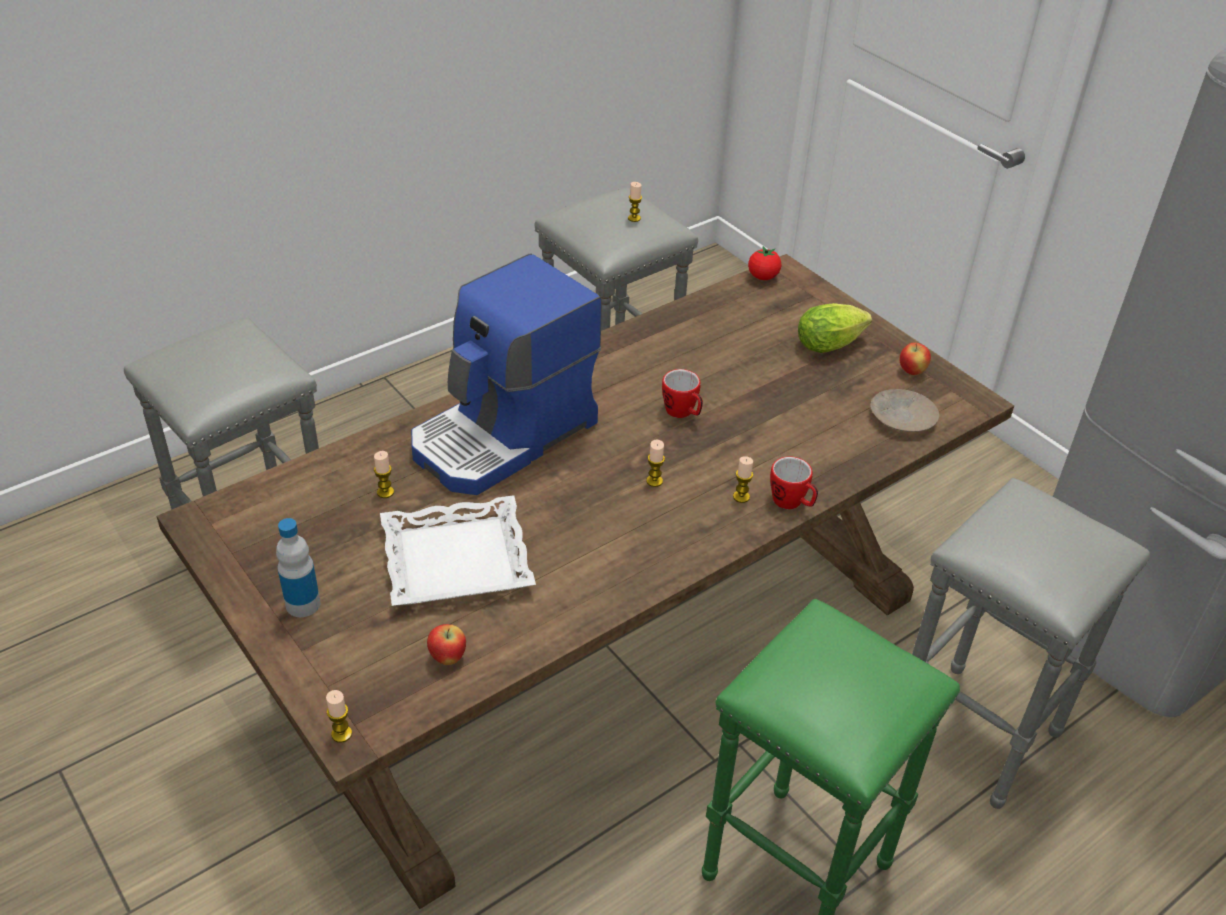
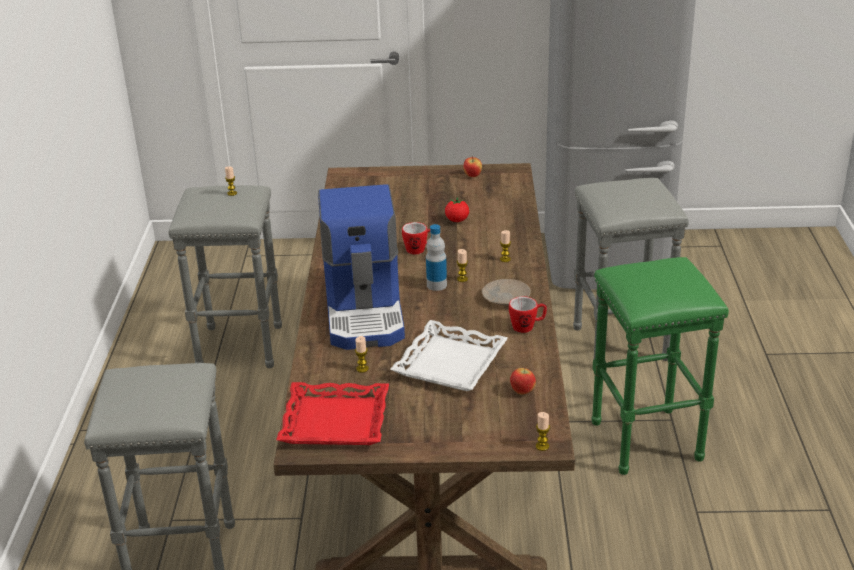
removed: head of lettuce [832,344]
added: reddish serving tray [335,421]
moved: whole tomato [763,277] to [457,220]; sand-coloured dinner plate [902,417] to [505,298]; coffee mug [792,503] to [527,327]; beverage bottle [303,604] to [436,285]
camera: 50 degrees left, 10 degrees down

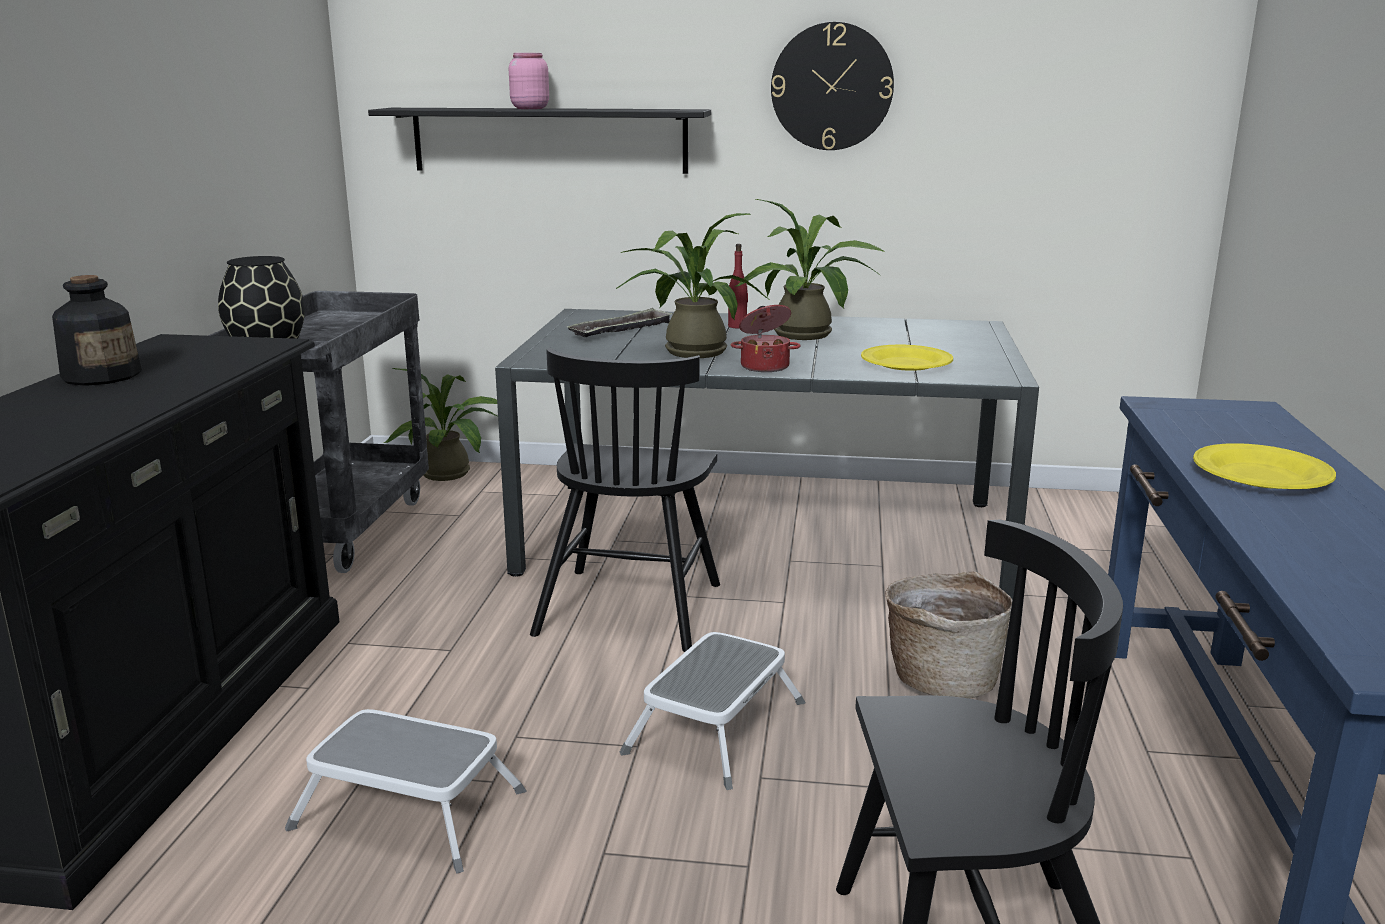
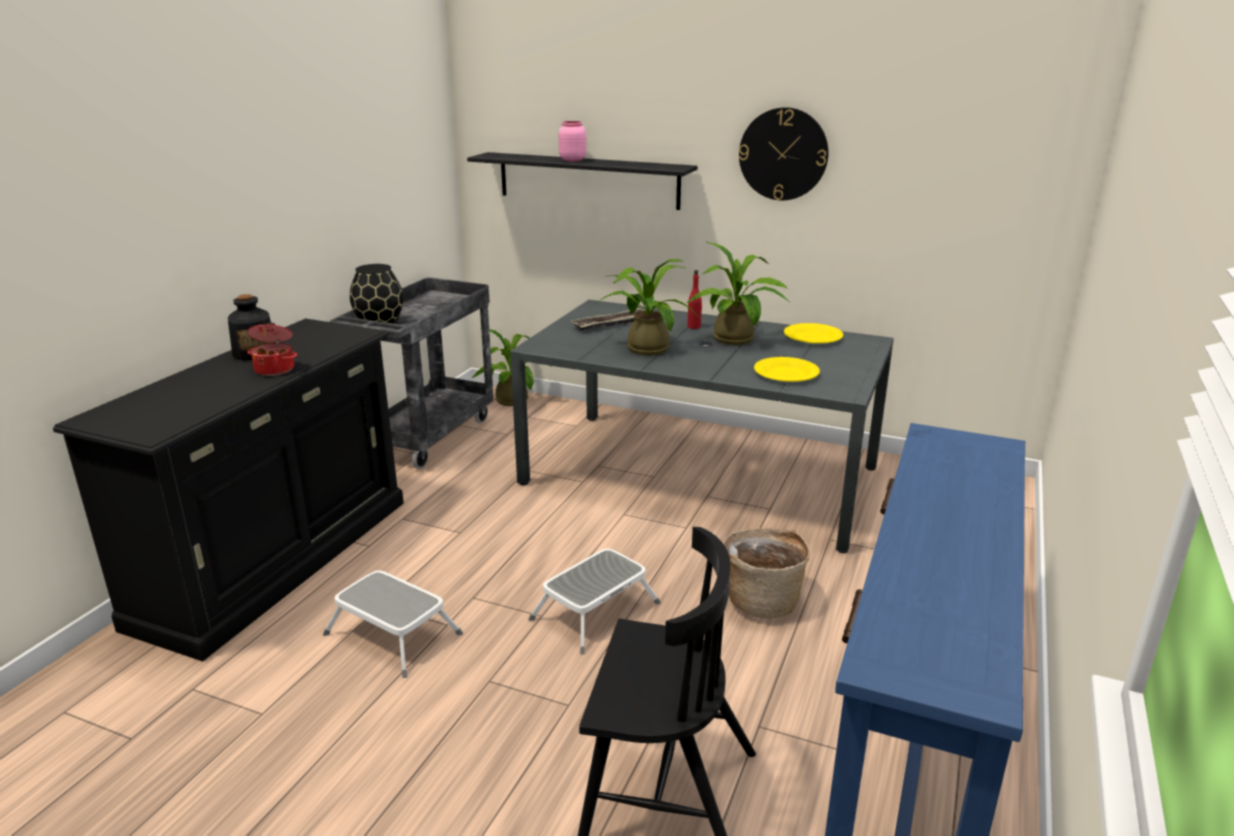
removed: black-coloured upright chair [631,603]
moved: stockpot [765,366] to [275,369]; yellow dinner plate [1262,475] to [813,337]
camera: 15 degrees right, 5 degrees up

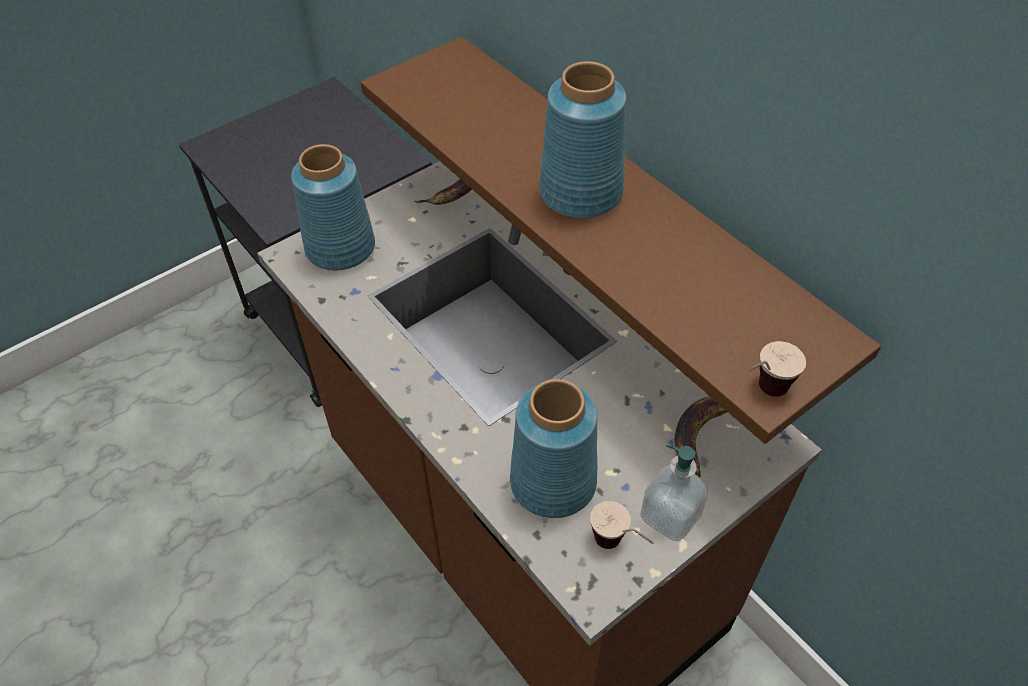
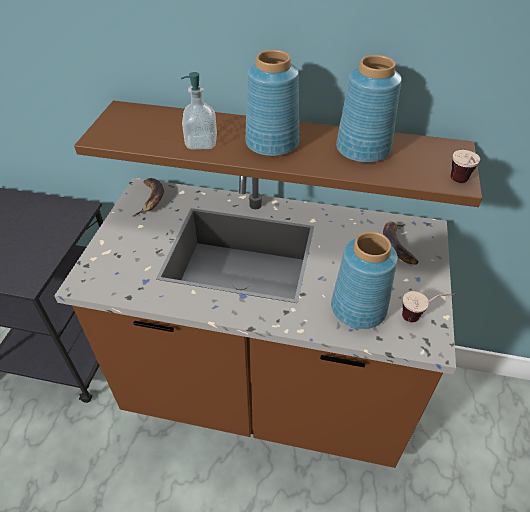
moved: blue vase [339,249] to [363,149]; liquid soap bottle [670,516] to [201,143]
camera: 40 degrees left, 5 degrees down

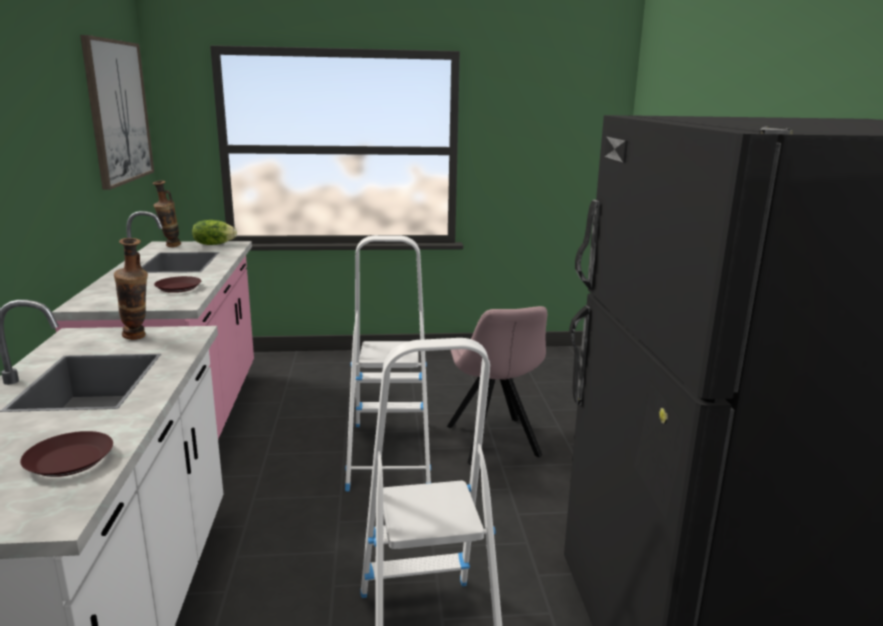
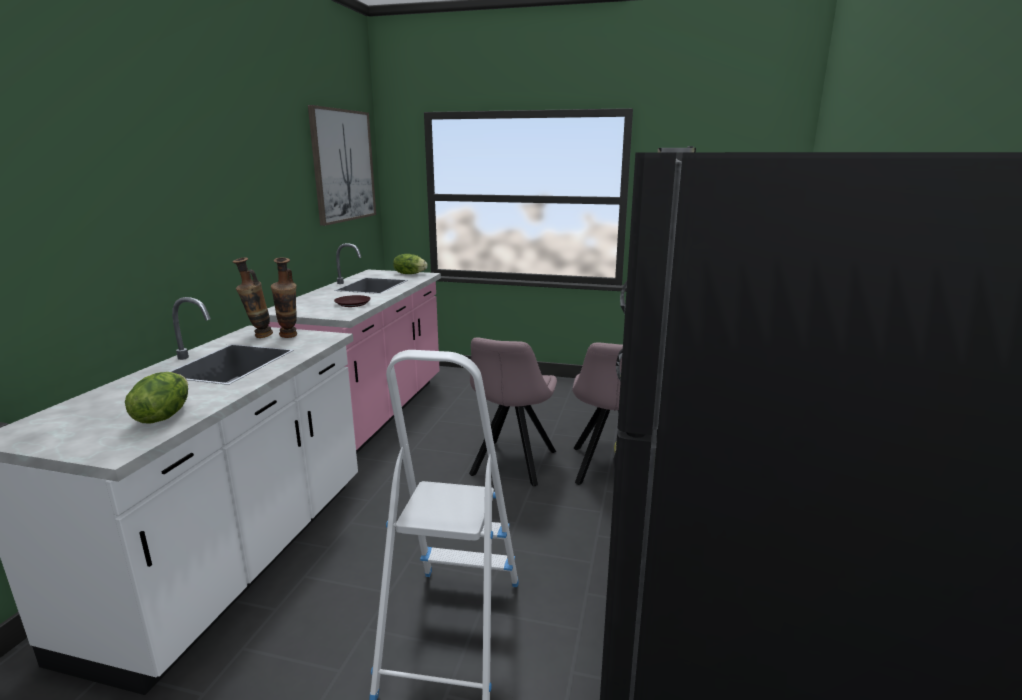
moved: vase [170,246] to [258,337]
replaced: white step ladder [390,453] to pinkish upright chair [512,463]; brownish dinner plate [68,461] to head of lettuce [163,416]
camera: 20 degrees right, 0 degrees up

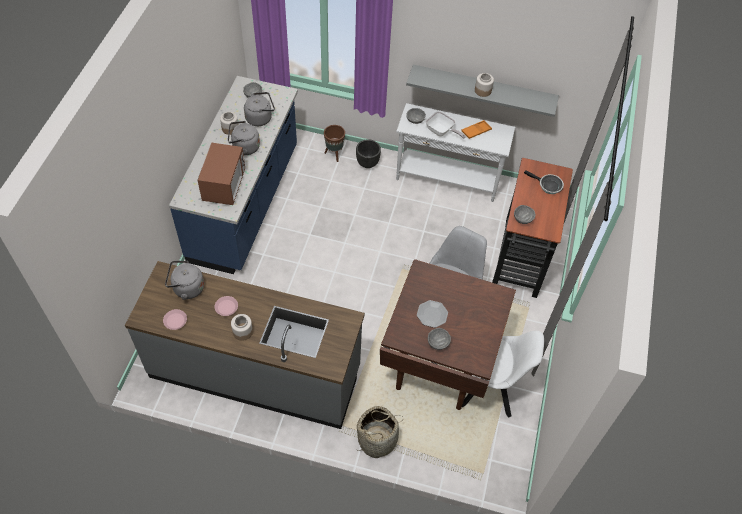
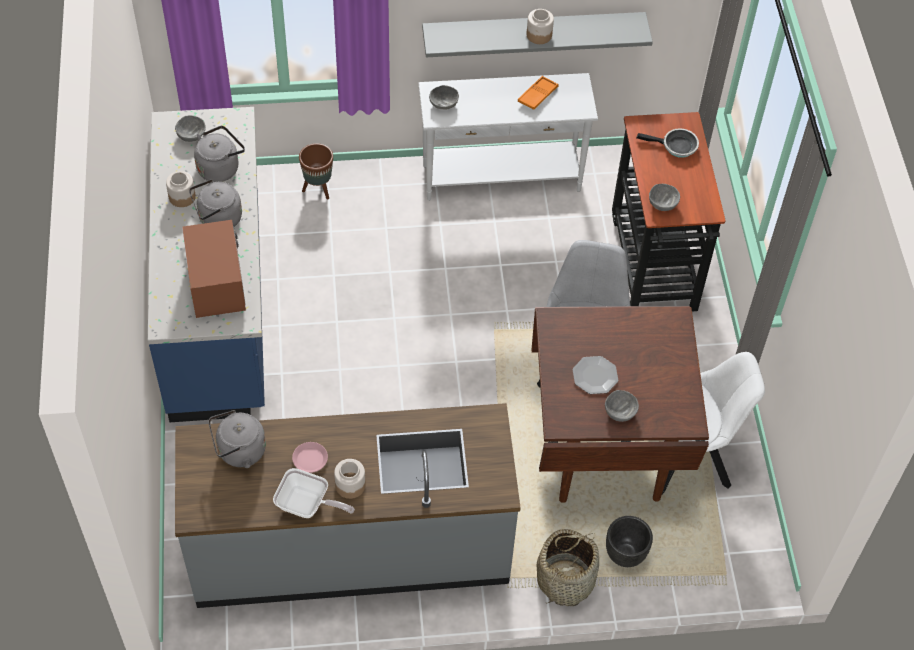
removed: pinkish dinner plate [175,320]
moved: frying pan [441,132] to [307,505]; black-coloured flower pot [367,163] to [625,554]
camera: 20 degrees left, 0 degrees up

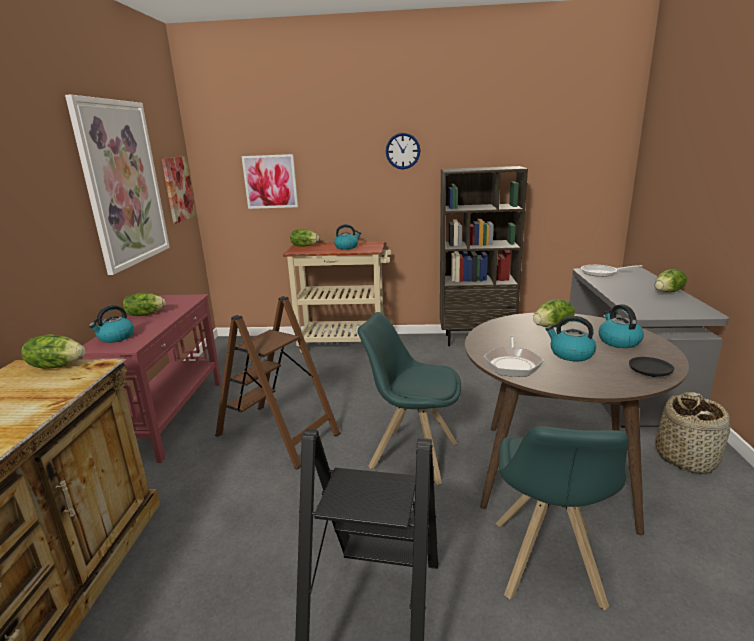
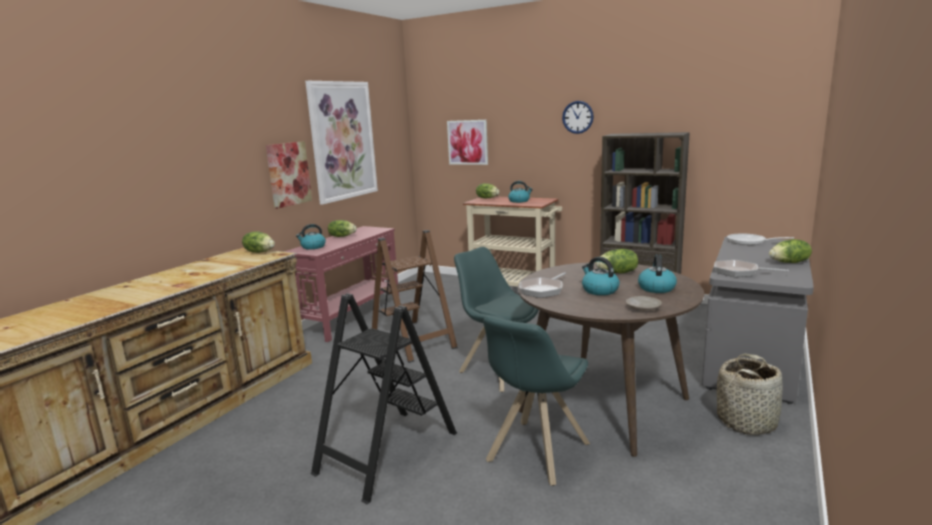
added: frying pan [739,272]
moved: wall art [178,189] to [288,174]
recoloured: black-coloured dinner plate [649,372] to sand-coloured dinner plate [643,308]
camera: 25 degrees right, 5 degrees down

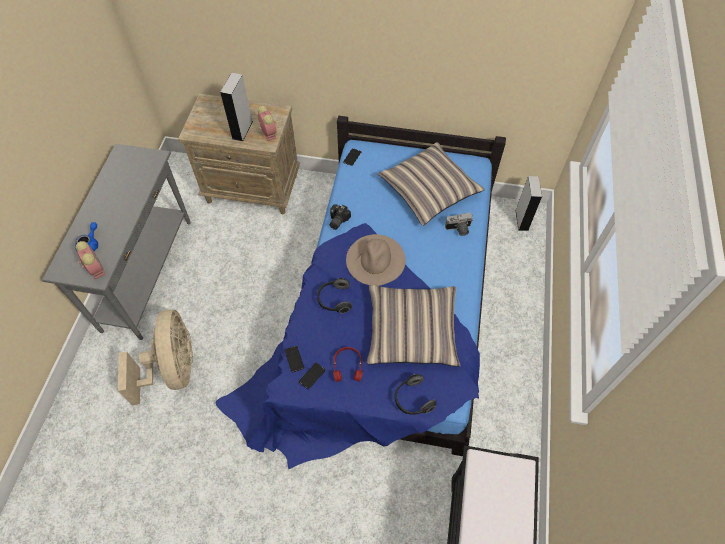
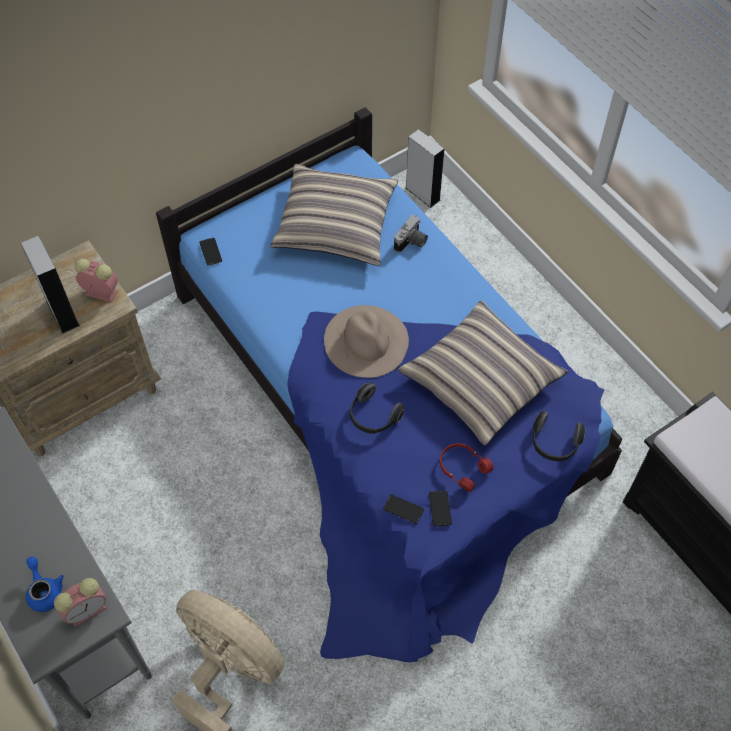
removed: still camera [337,220]
turned: table clock [95,268] = [88,609] 135 degrees clockwise
camera: 45 degrees left, 0 degrees up

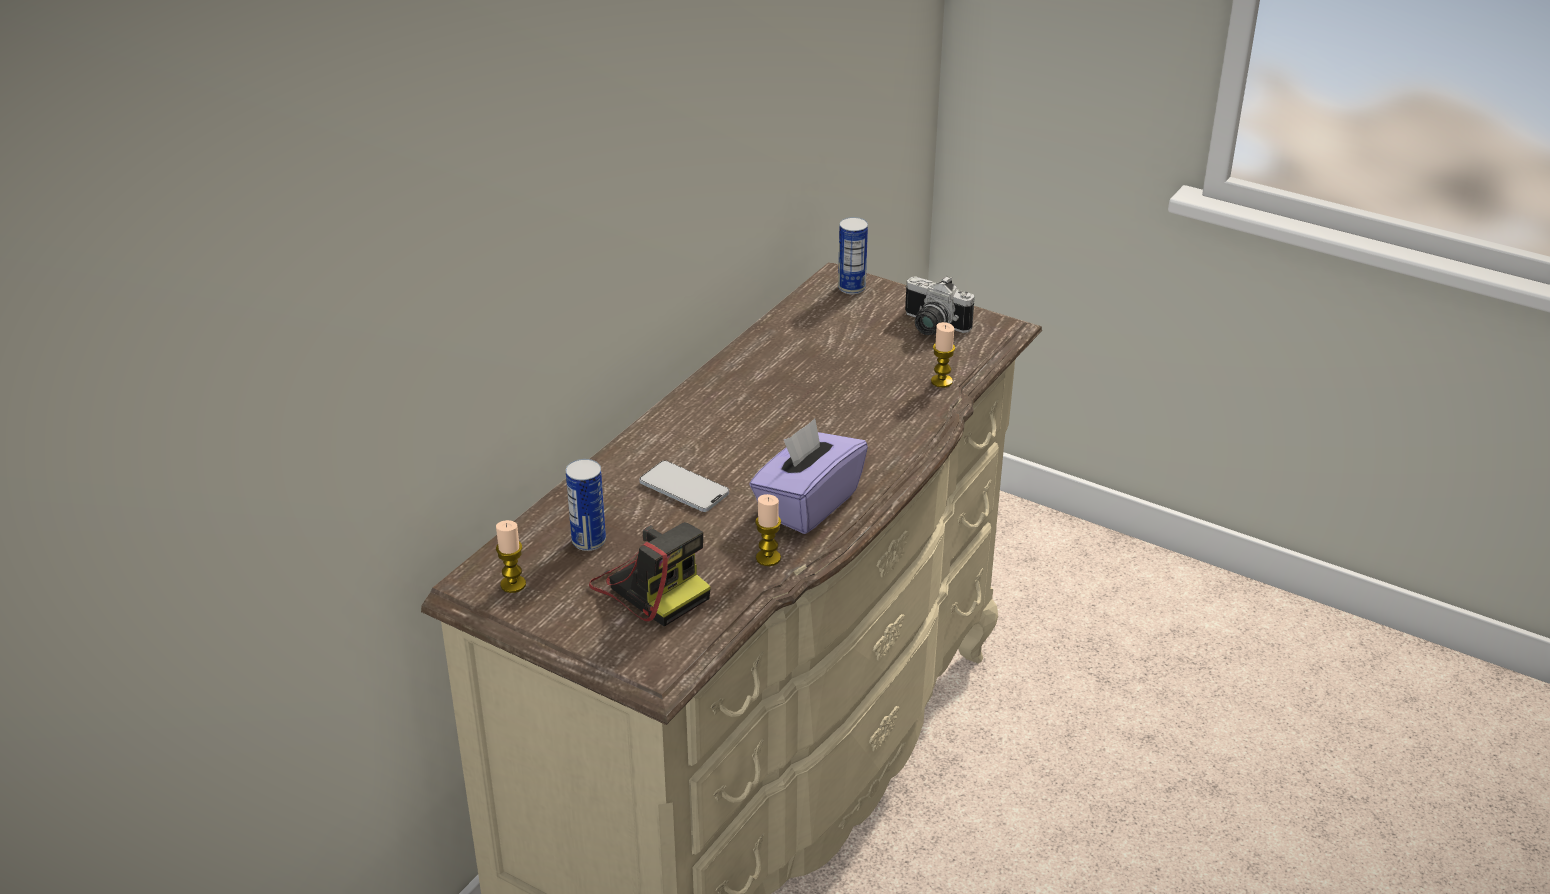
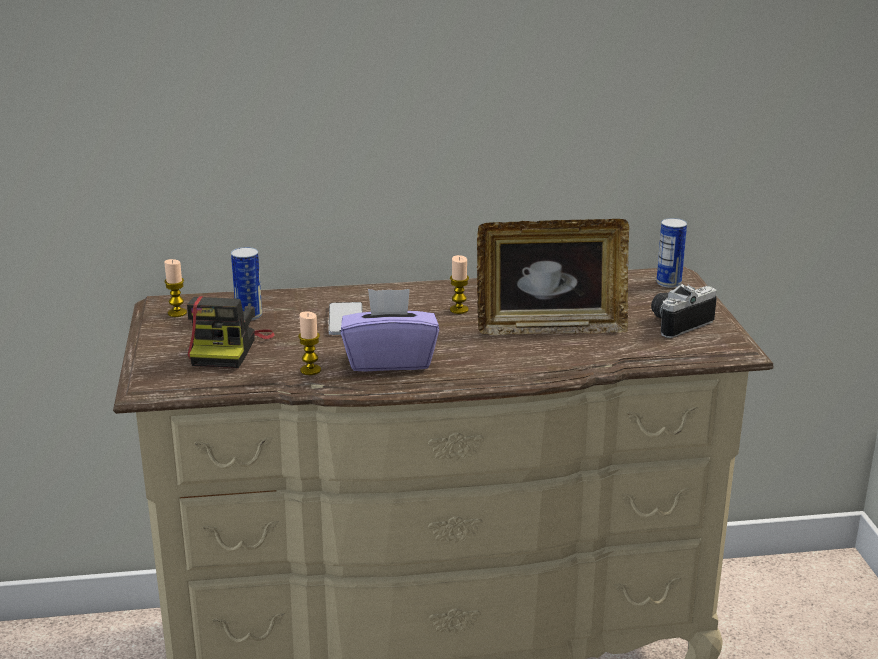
added: picture frame [550,328]
moved: wax candle [941,381] to [459,310]
turned: still camera [931,327] = [676,323] 60 degrees clockwise
camera: 50 degrees right, 10 degrees down

